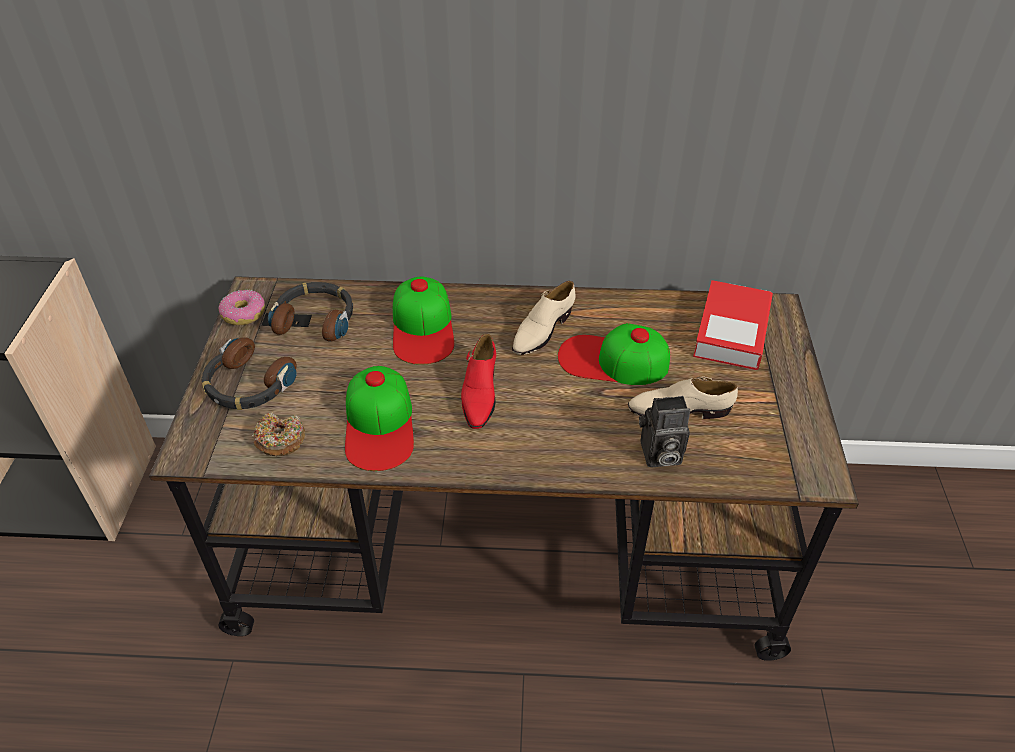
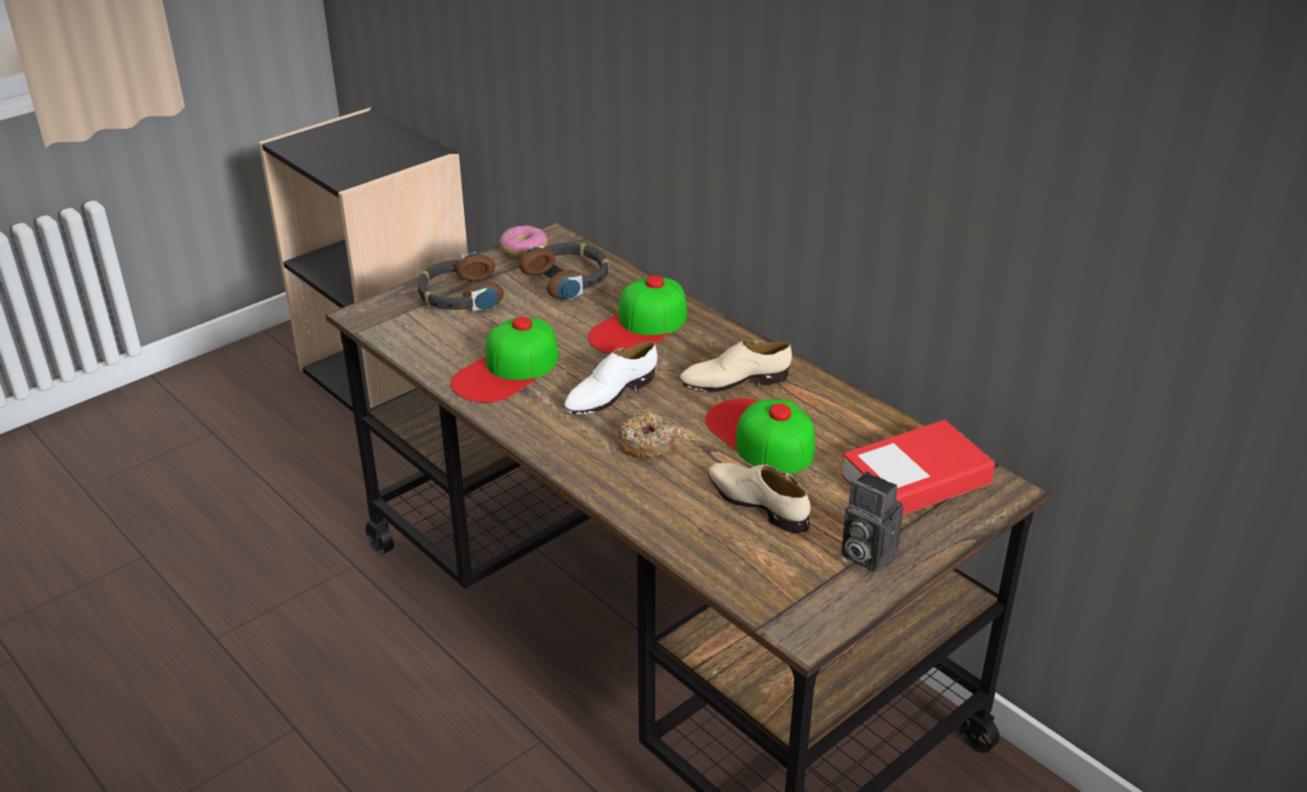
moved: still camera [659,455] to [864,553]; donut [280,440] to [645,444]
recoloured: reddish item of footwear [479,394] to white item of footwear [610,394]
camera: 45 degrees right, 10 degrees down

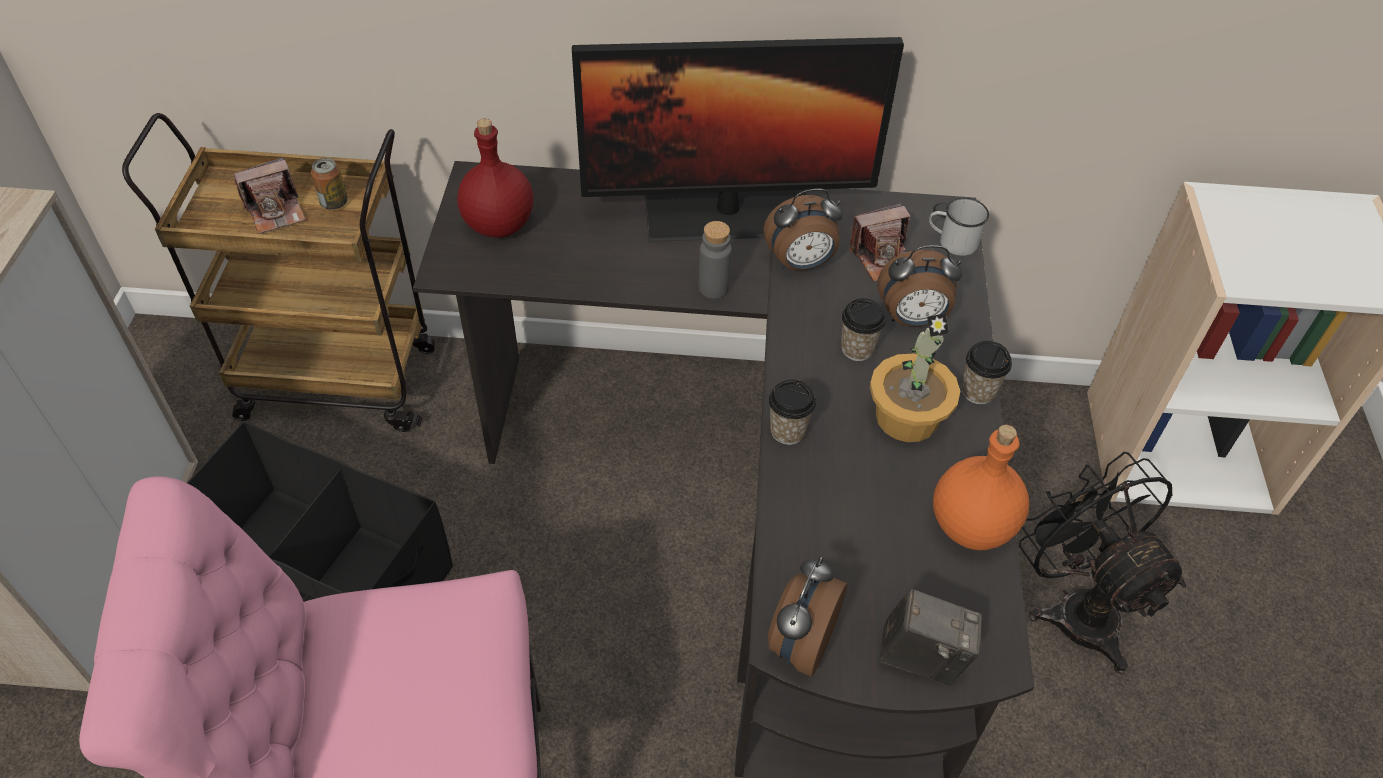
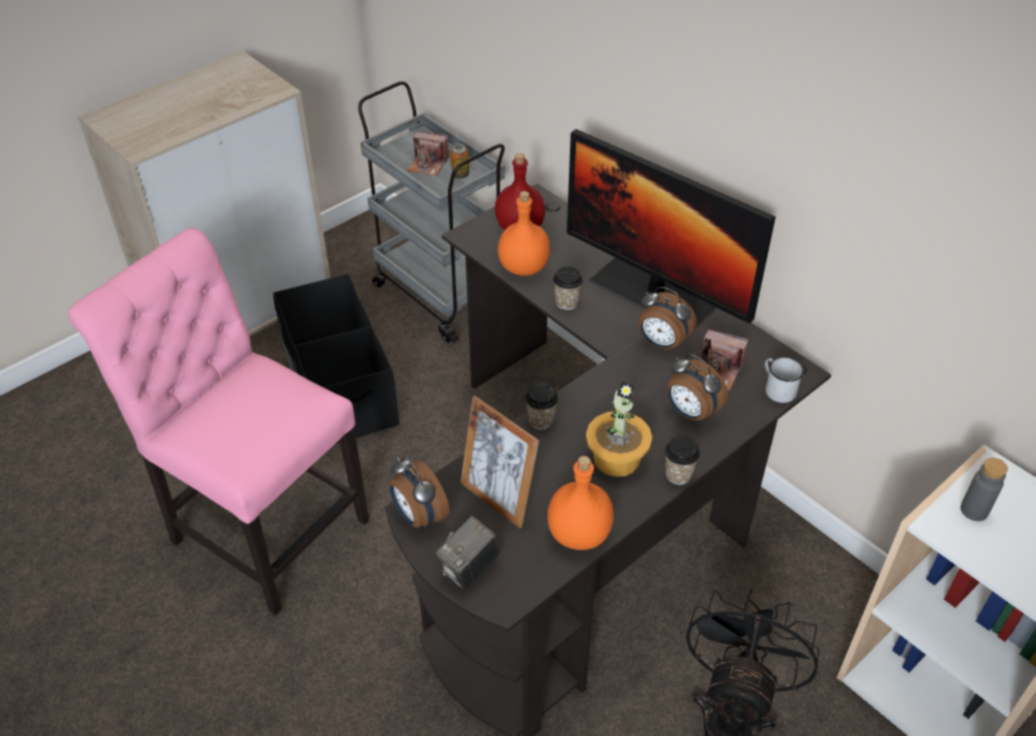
added: orangey beverage bottle [524,267]; picture frame [498,498]
moved: gray beverage bottle [713,288] to [974,510]; cup [857,349] to [567,302]
recoloured: brownish trolley [340,382] to gray trolley [441,297]
turned: table clock [800,642] = [419,516] 105 degrees counterclockwise; still camera [922,656] = [469,569] 75 degrees clockwise
camera: 45 degrees right, 5 degrees down

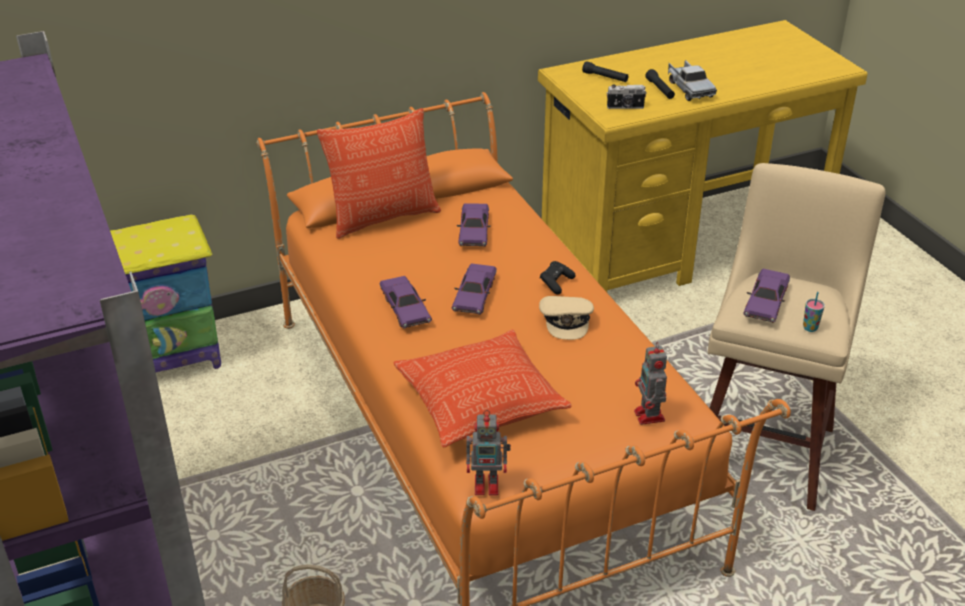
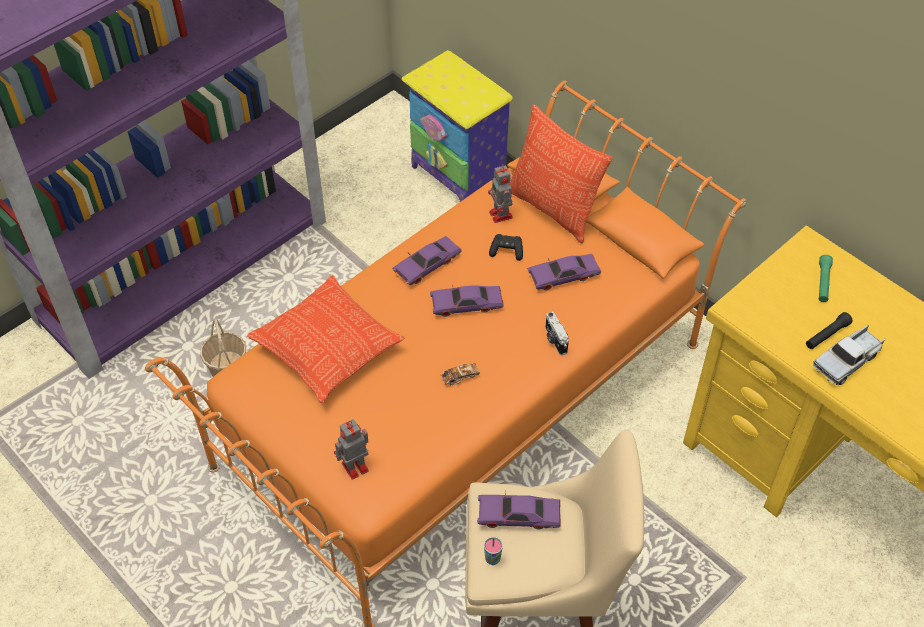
moved: still camera [625,107] to [554,340]; black-coloured gamepad [556,283] to [506,251]; model robot [488,485] to [501,215]
replaced: sand-coloured peaked cap [566,320] to toy car [460,377]
recoloured: black-coloured flashlight [605,77] to green-coloured flashlight [823,283]
camera: 70 degrees right, 15 degrees up

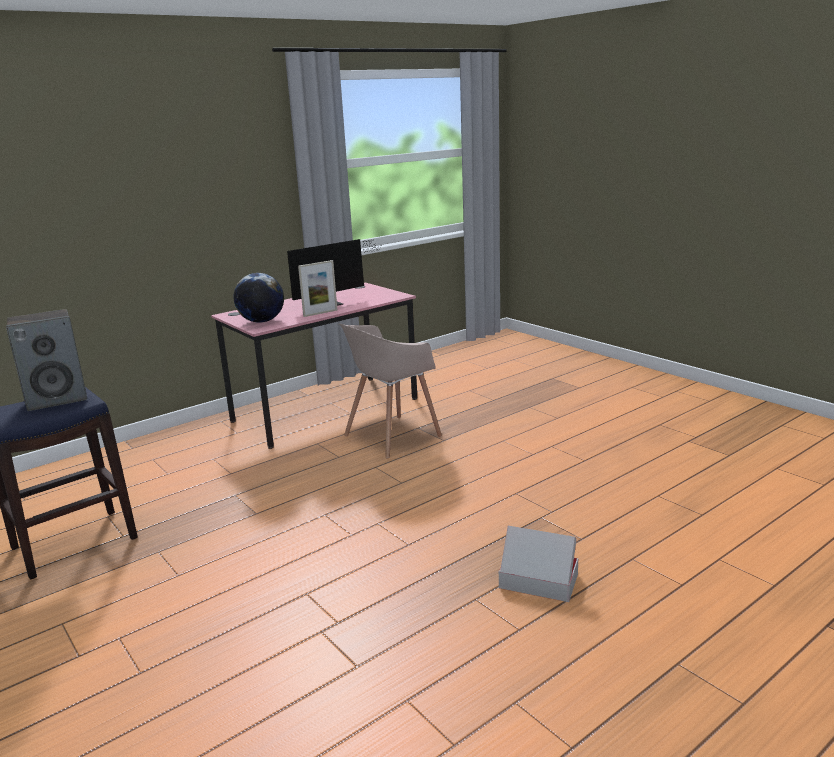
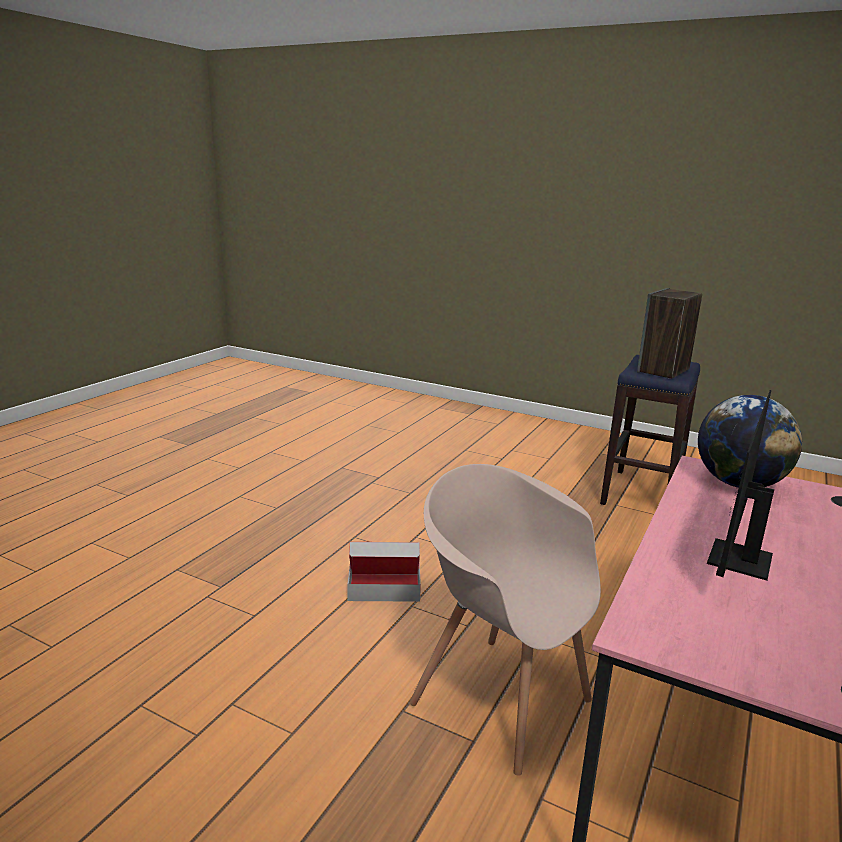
removed: picture frame [320,313]
moved: packing box [538,581] to [384,587]
turned: sand-coloured upright chair [392,437] = [499,700] 75 degrees counterclockwise
camera: 155 degrees right, 0 degrees up

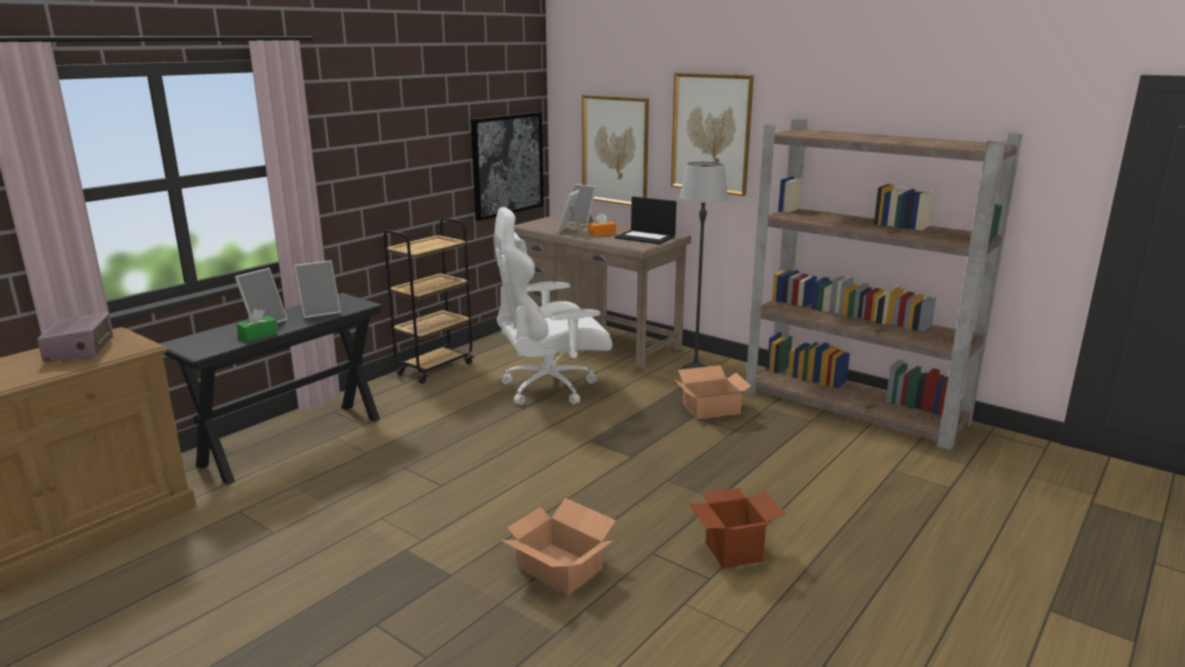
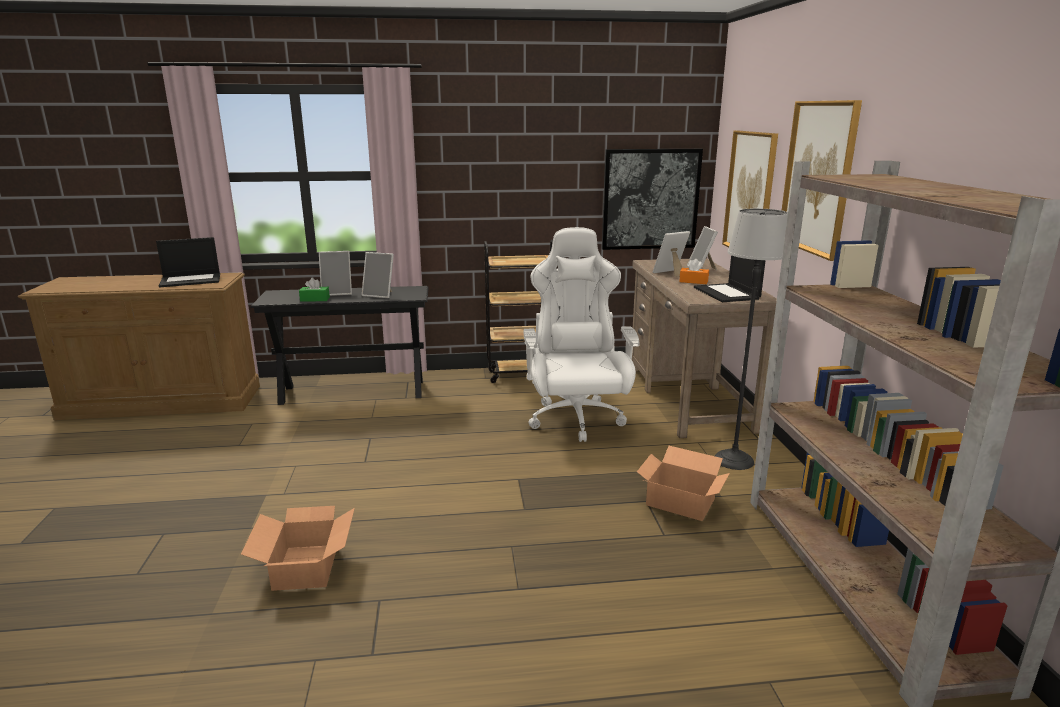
removed: packing box [734,552]
replaced: radio set [80,351] to laptop [191,280]
turned: white office chair [554,387] = [577,422] 60 degrees clockwise
camera: 45 degrees right, 0 degrees up

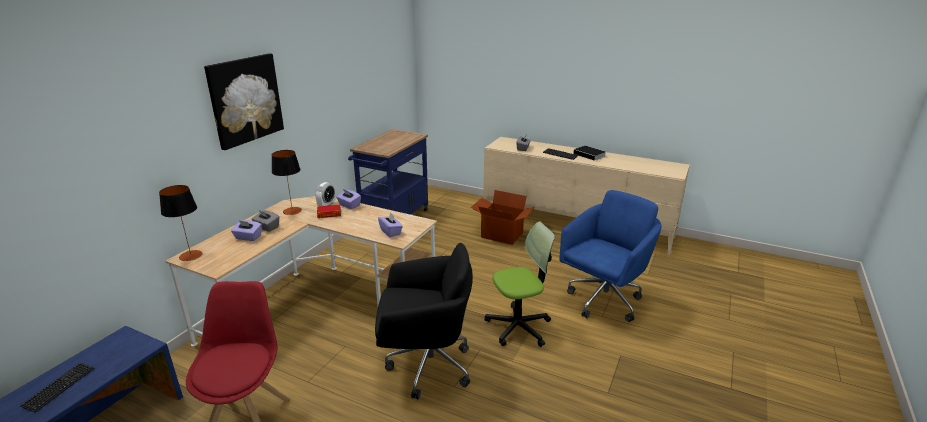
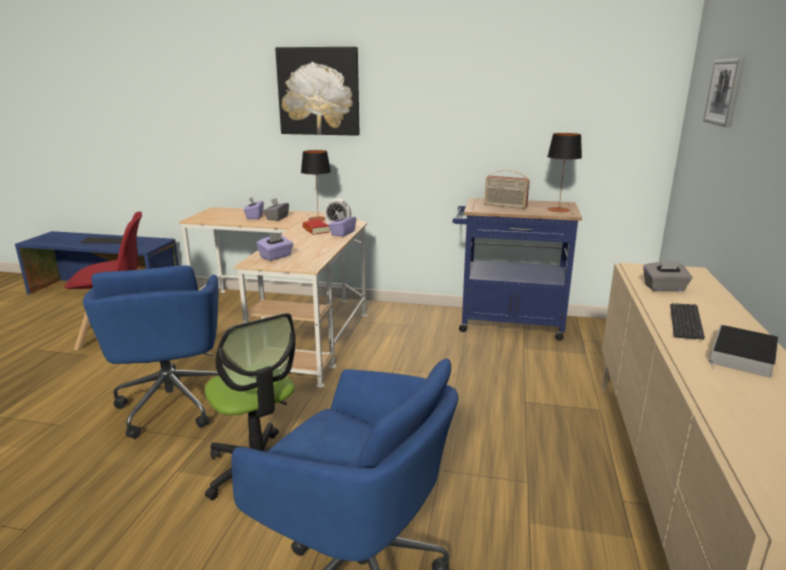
removed: packing box [501,235]
added: wall art [725,92]; radio set [505,206]
moved: lamp for a table [191,255] to [558,210]
recoloured: black-coloured office chair [426,368] to blue office chair [172,404]
camera: 75 degrees right, 5 degrees down

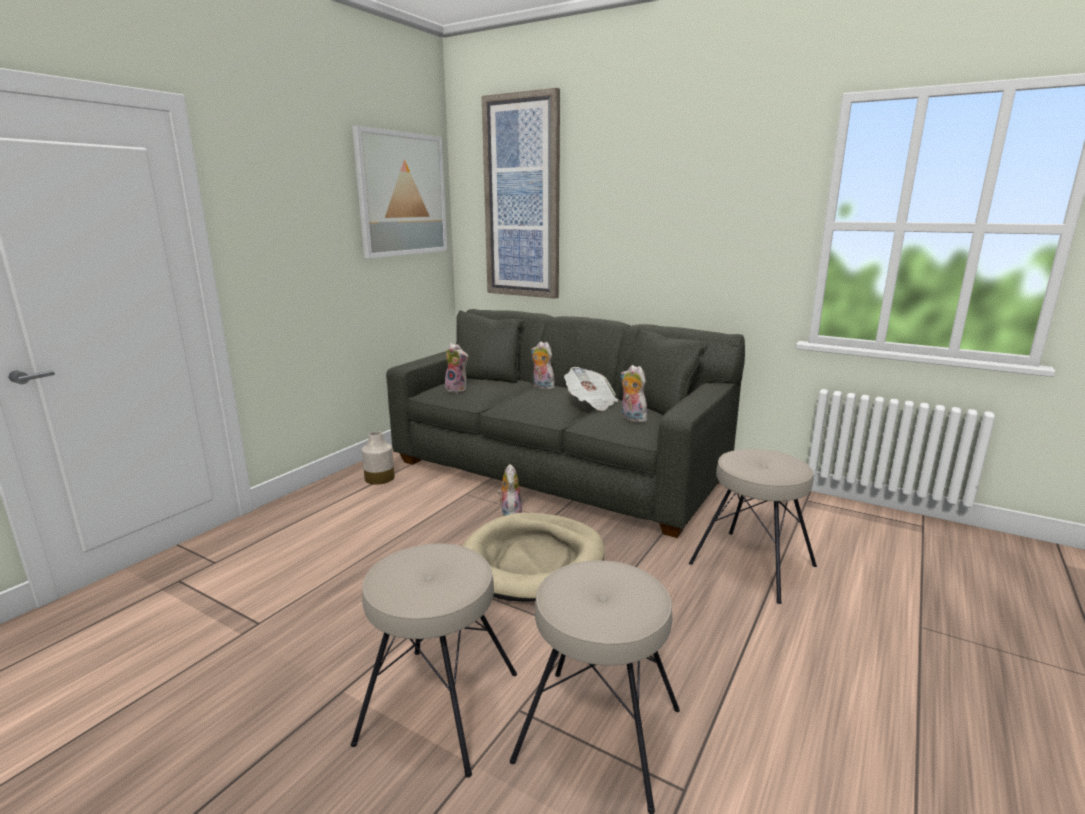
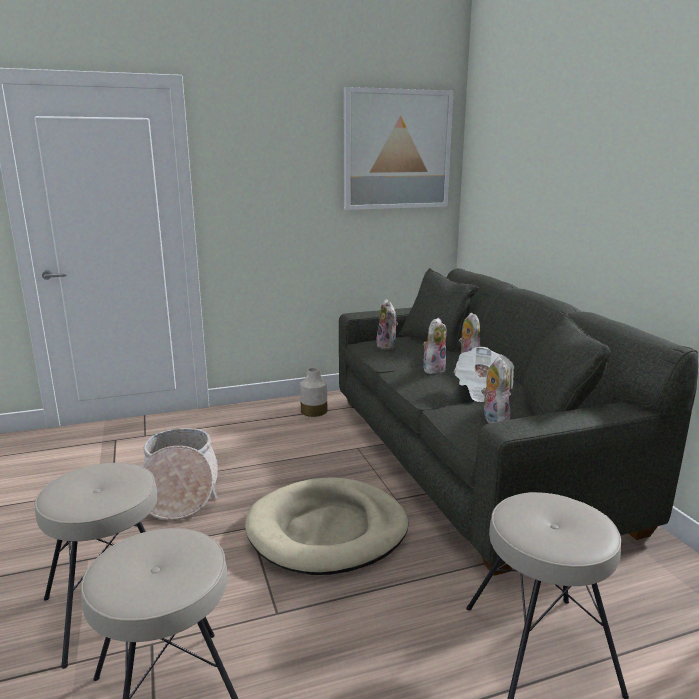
removed: wall art [522,198]
added: storage basket [180,491]
moved: cuddly toy [510,513] to [433,369]
camera: 40 degrees right, 0 degrees up

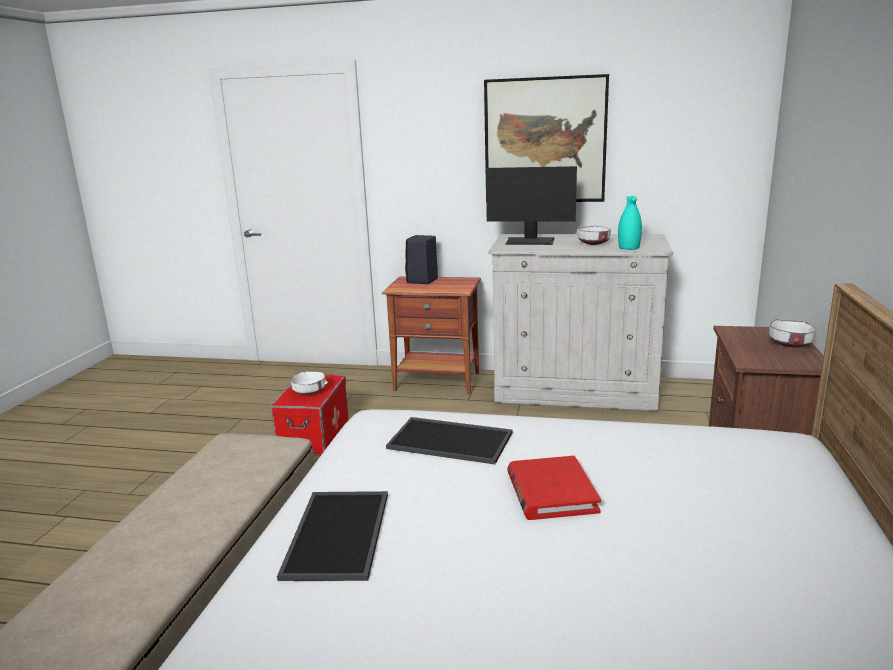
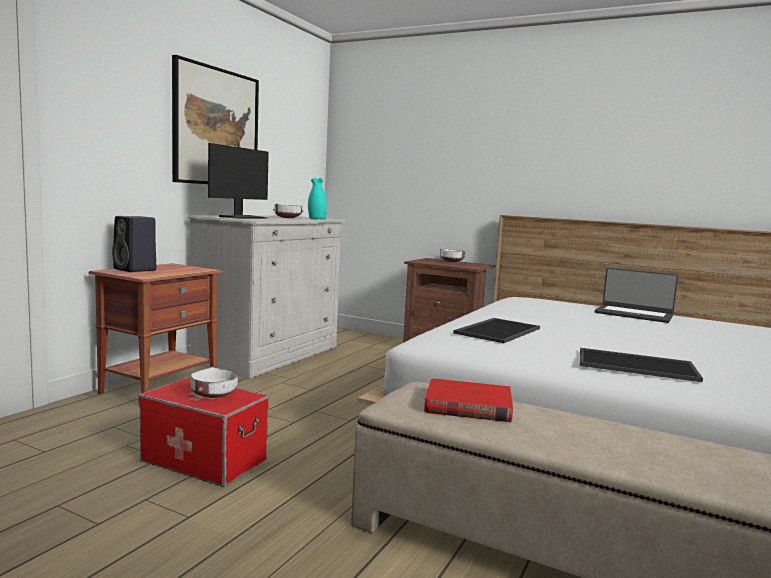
added: laptop [633,314]
moved: reddish volume [551,492] to [468,405]
camera: 75 degrees left, 10 degrees down

